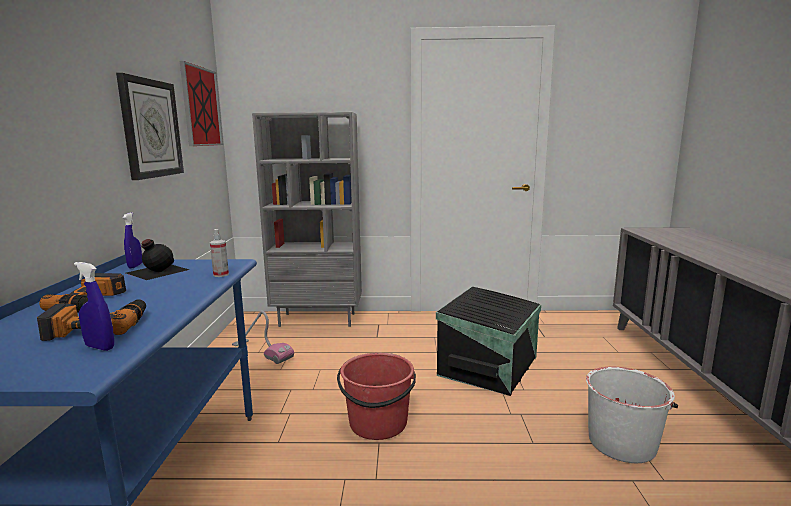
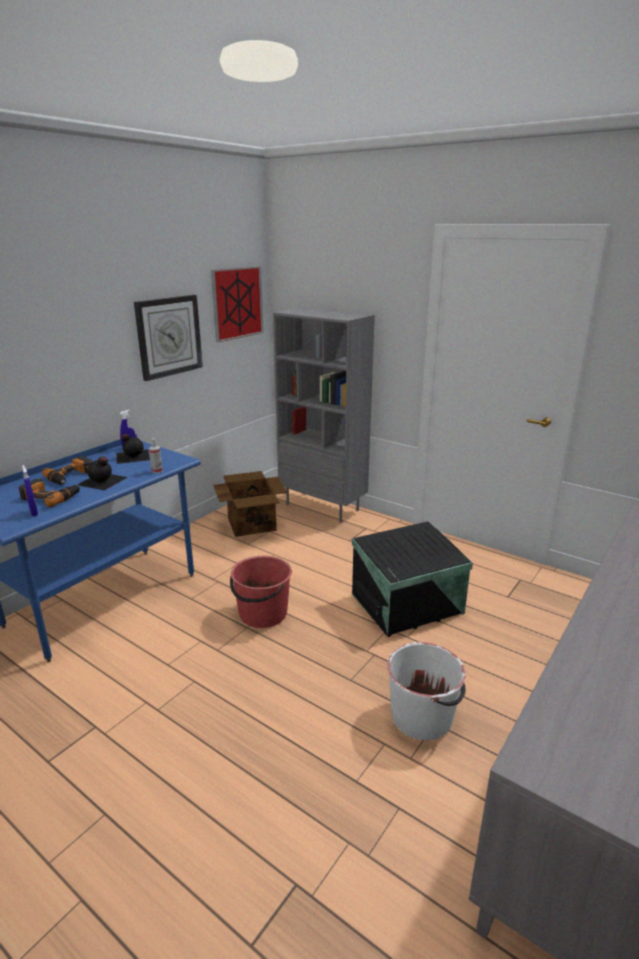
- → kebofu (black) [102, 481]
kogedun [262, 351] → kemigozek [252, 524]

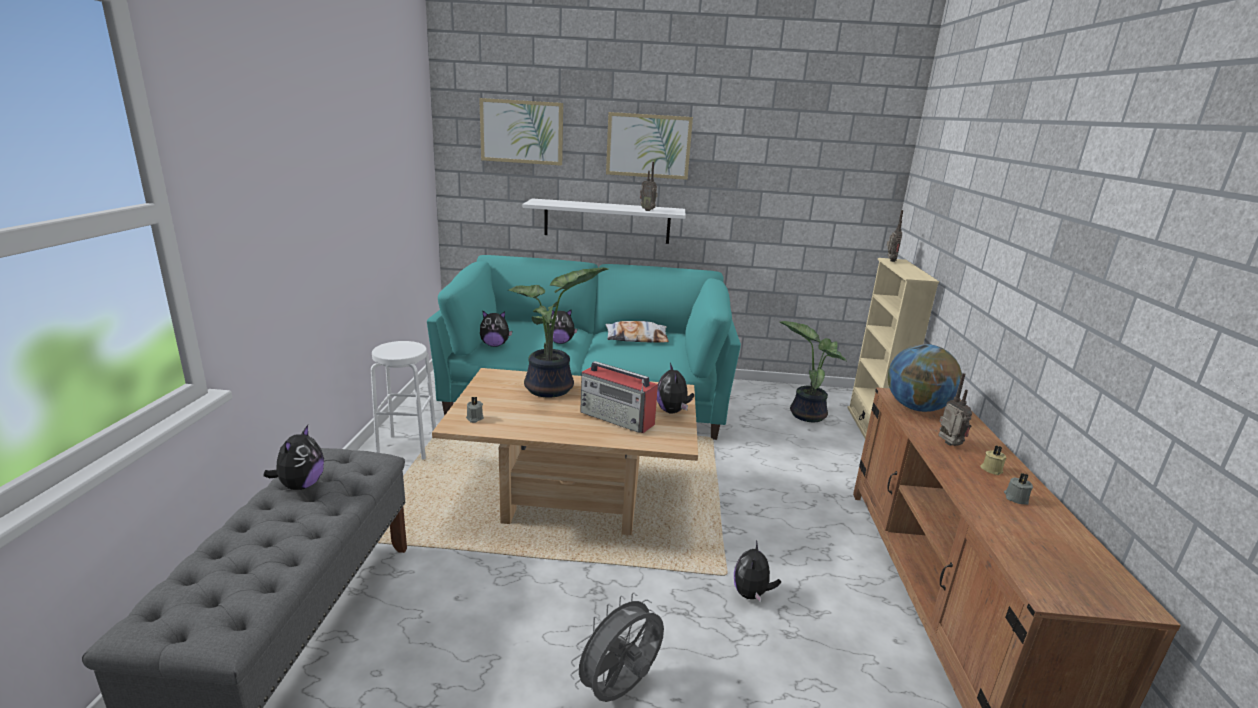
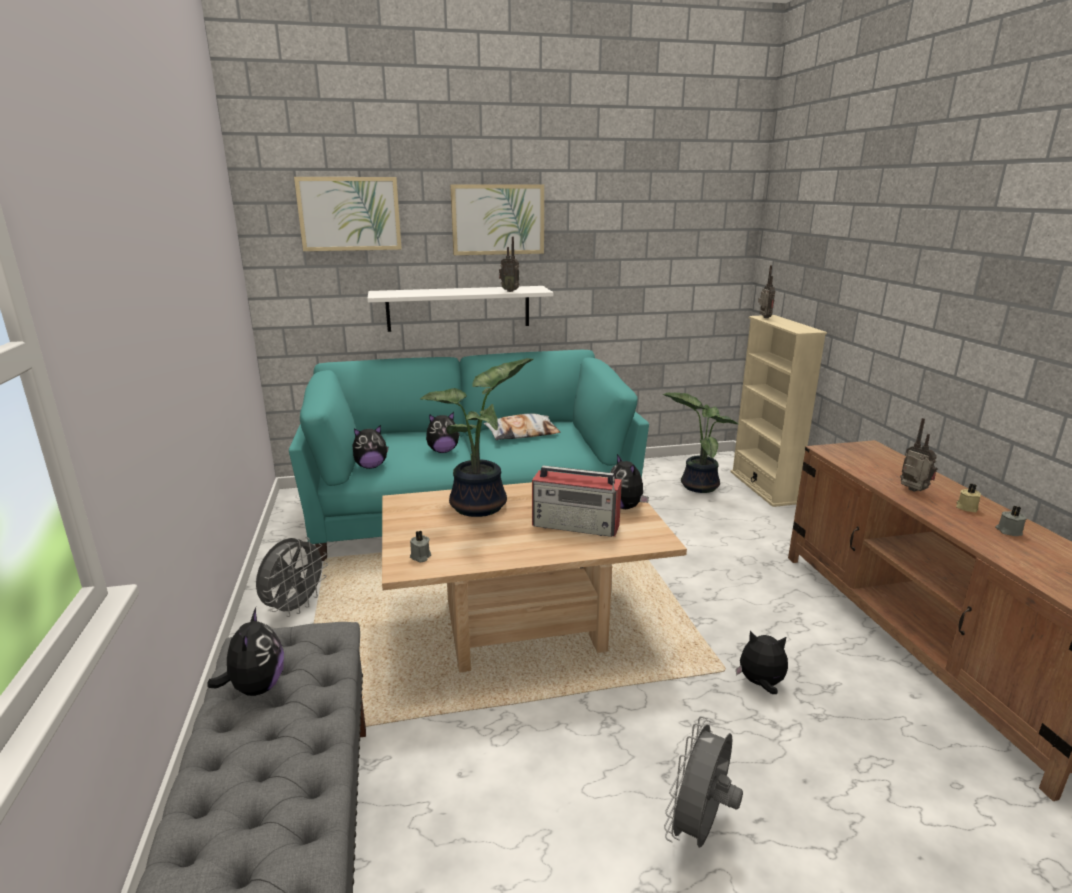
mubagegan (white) [407, 447] → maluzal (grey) [295, 607]
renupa [751, 594] → renupa [760, 684], 105 degrees clockwise
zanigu [916, 408] → -

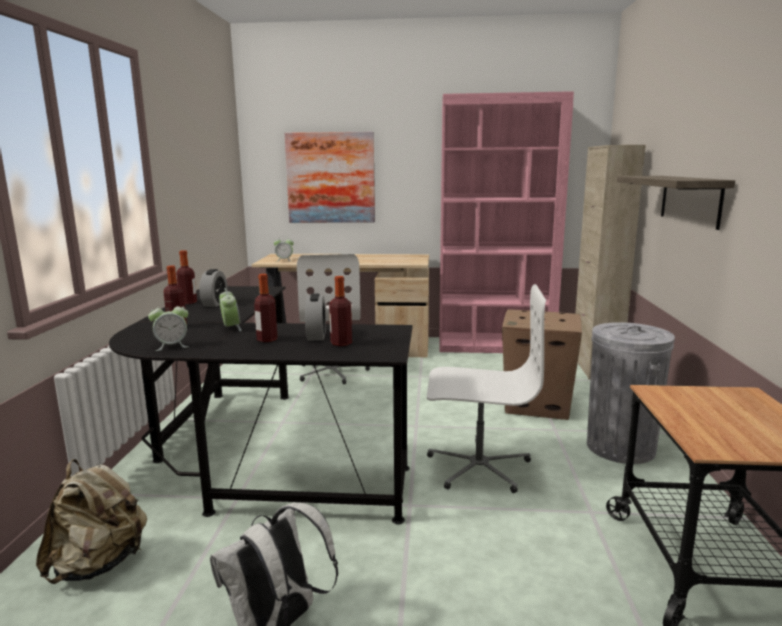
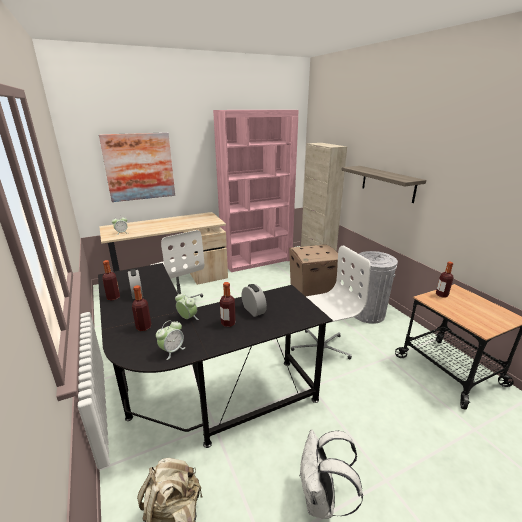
kebofu [341, 343] → kebofu [441, 295], shifted

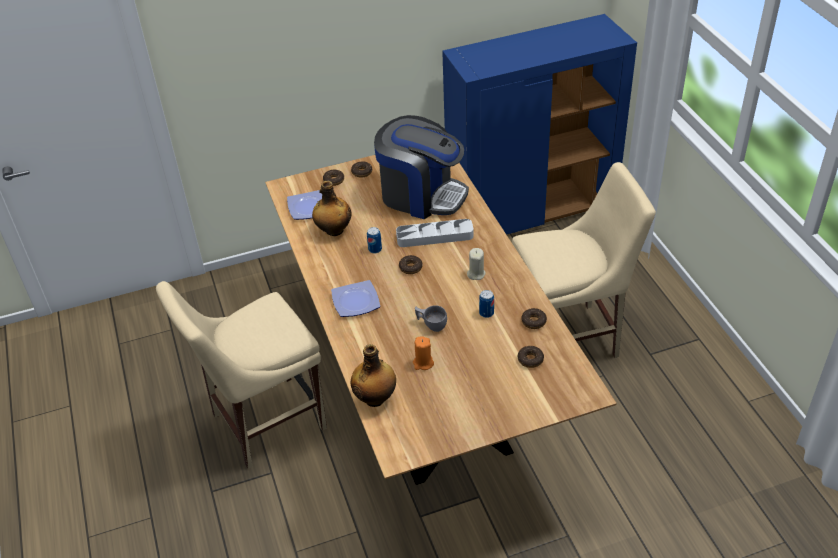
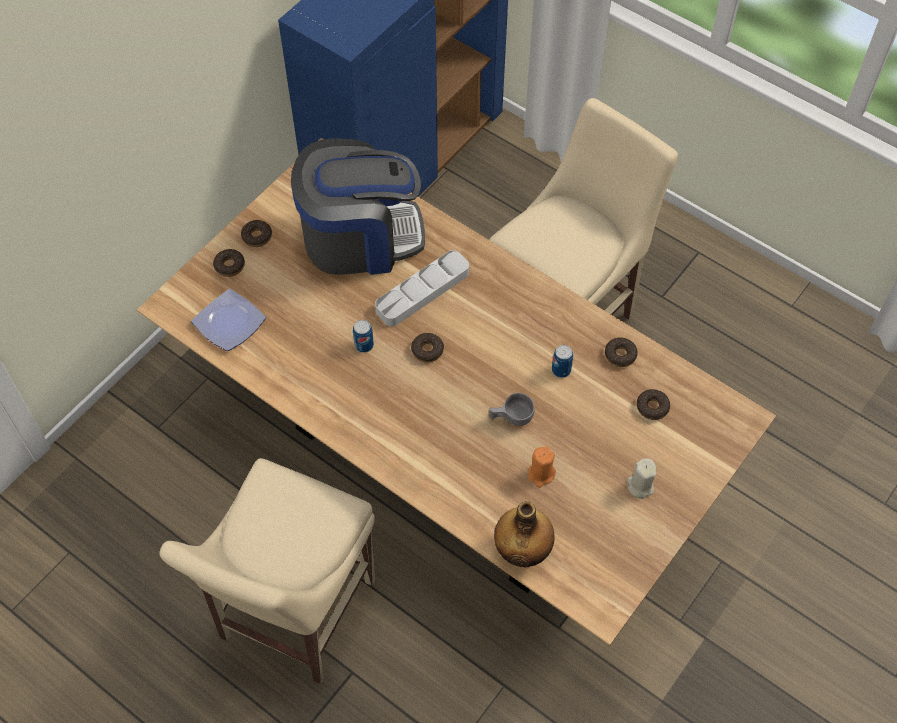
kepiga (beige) [476, 274] → kepiga (beige) [640, 486], shifted
kebofu [333, 230] → -
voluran [355, 302] → -

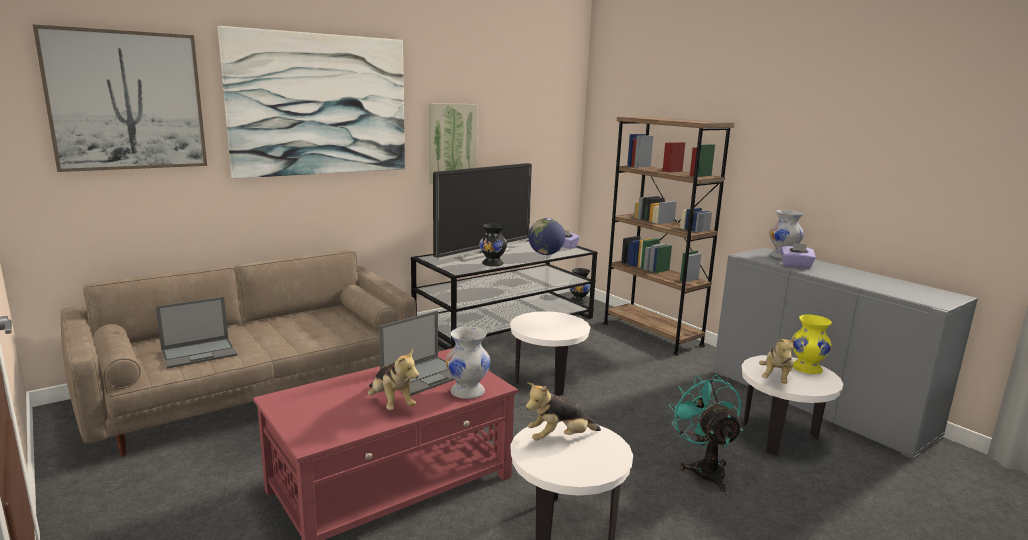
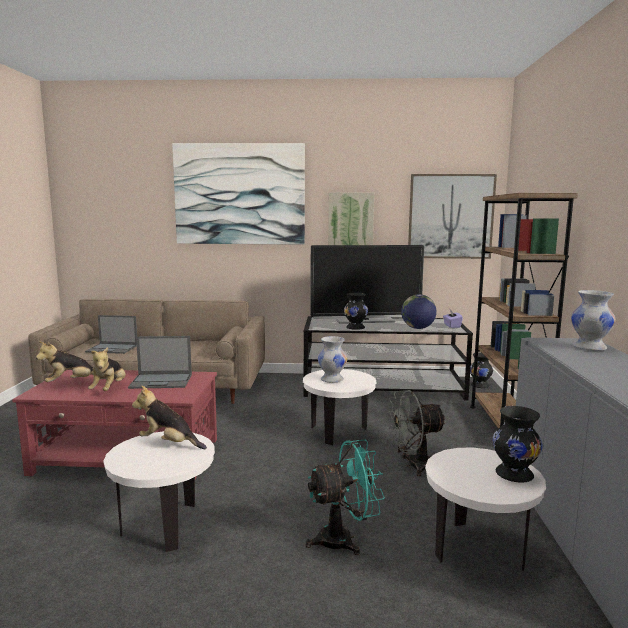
renupa [776, 378] → renupa [71, 383], shifted
maluzal (turquoise) [704, 469] → maluzal (turquoise) [344, 539], 45 degrees clockwise
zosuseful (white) [468, 392] → zosuseful (white) [332, 380], shifted
- → maluzal (grey) [414, 466]
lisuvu [127, 101] → lisuvu [450, 216], shifted
zosuseful (yellow) [806, 368] → zosuseful (black) [514, 474]
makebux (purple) [796, 265] → -

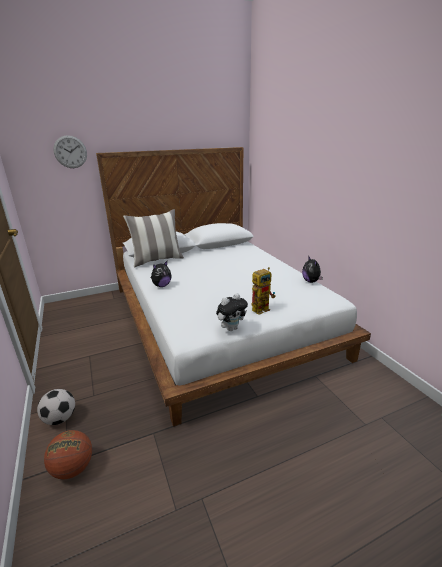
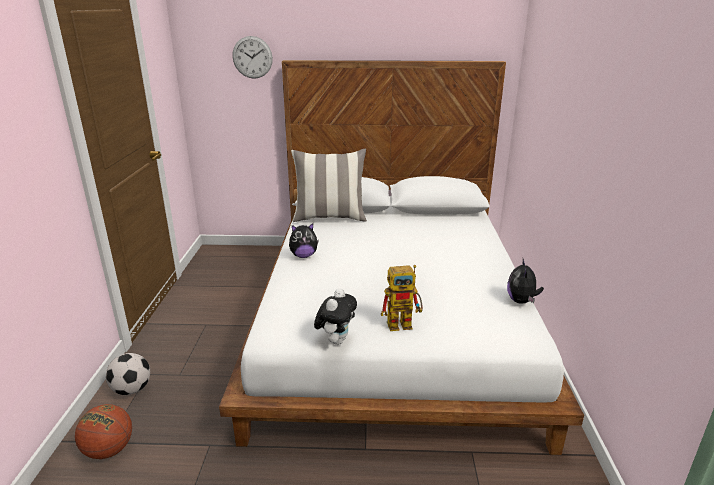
renupa [231, 328] → renupa [336, 340], 60 degrees counterclockwise

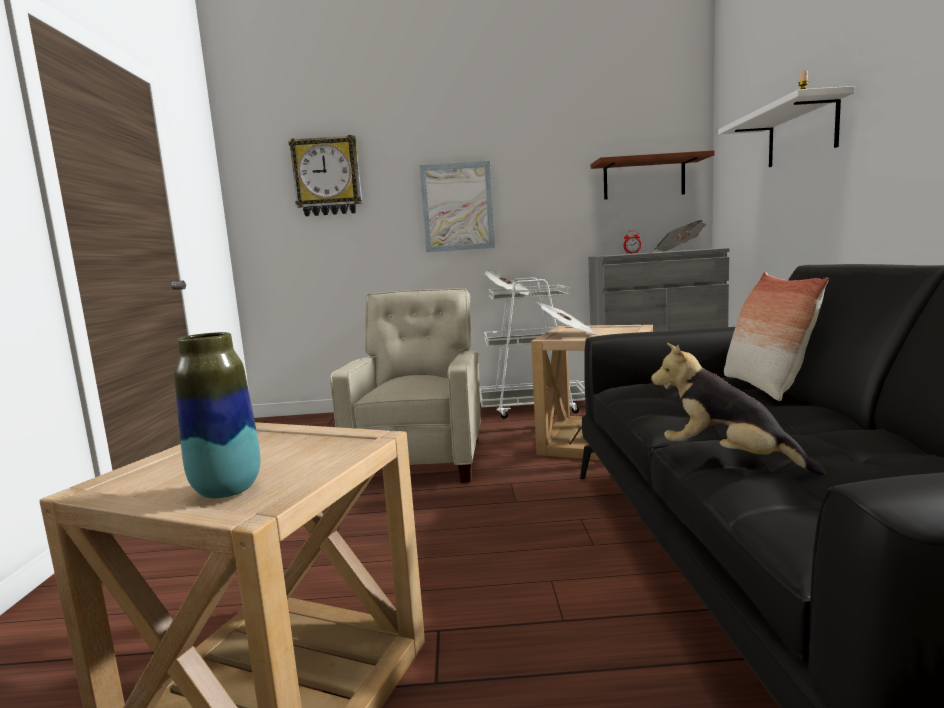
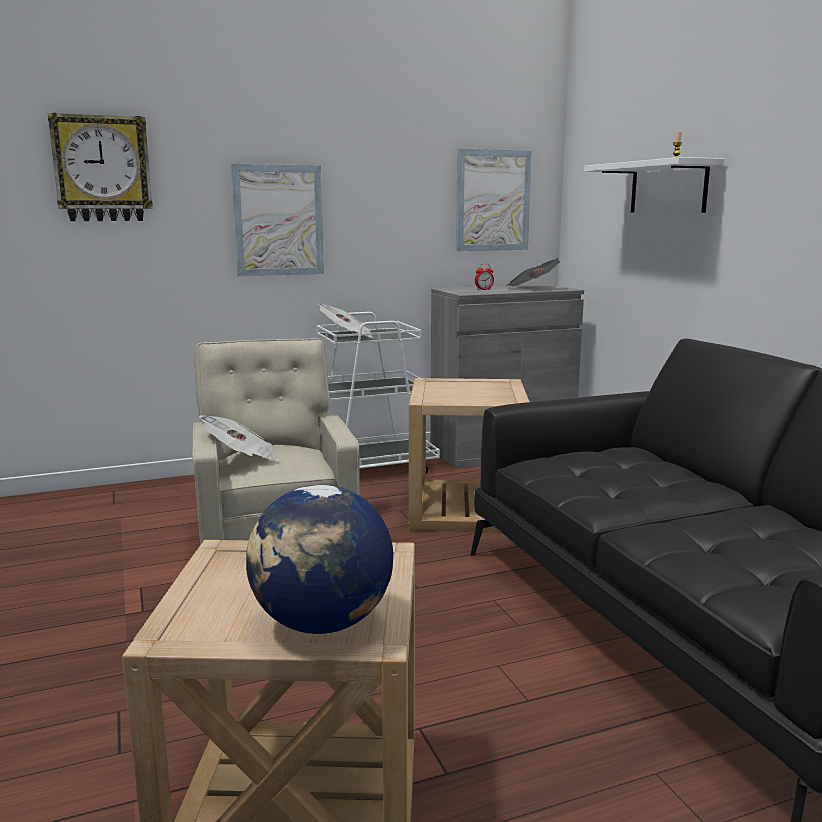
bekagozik [568, 334] → bekagozik [242, 458], shifted
zosuseful [227, 490] → zanigu [322, 624]
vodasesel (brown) [644, 179] → lisuvu [492, 200]
renupa [728, 459] → -
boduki [764, 387] → -

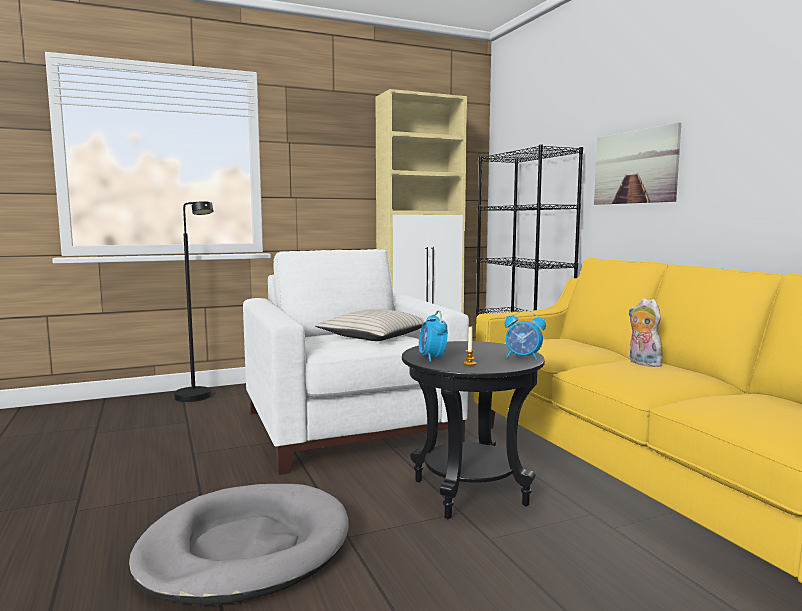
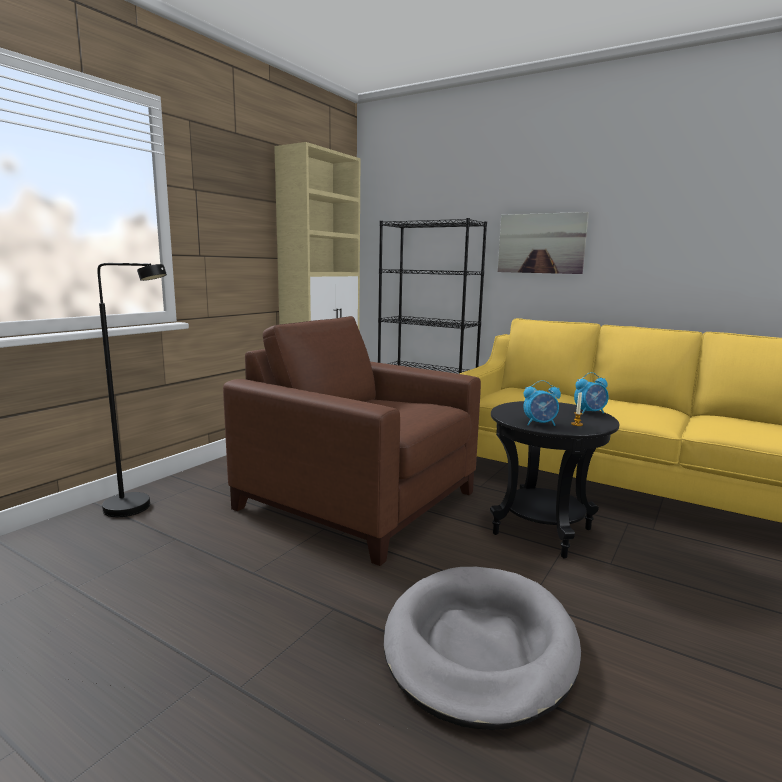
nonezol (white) [350, 428] → nonezol (brown) [361, 500]
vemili [432, 358] → vemili [540, 424], 45 degrees counterclockwise
boduki (beige) [375, 336] → -
renupa [642, 363] → -

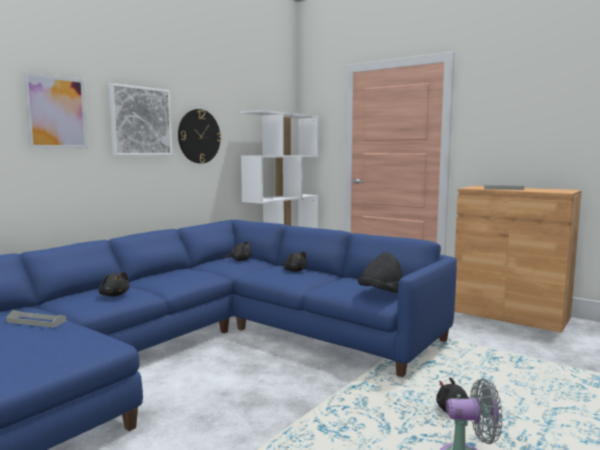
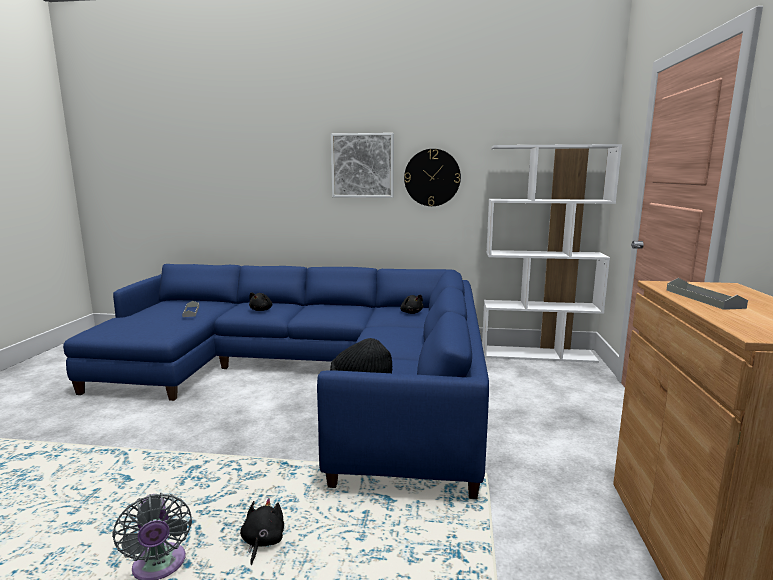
lisuvu [57, 112] → -
renupa (black) [294, 271] → -

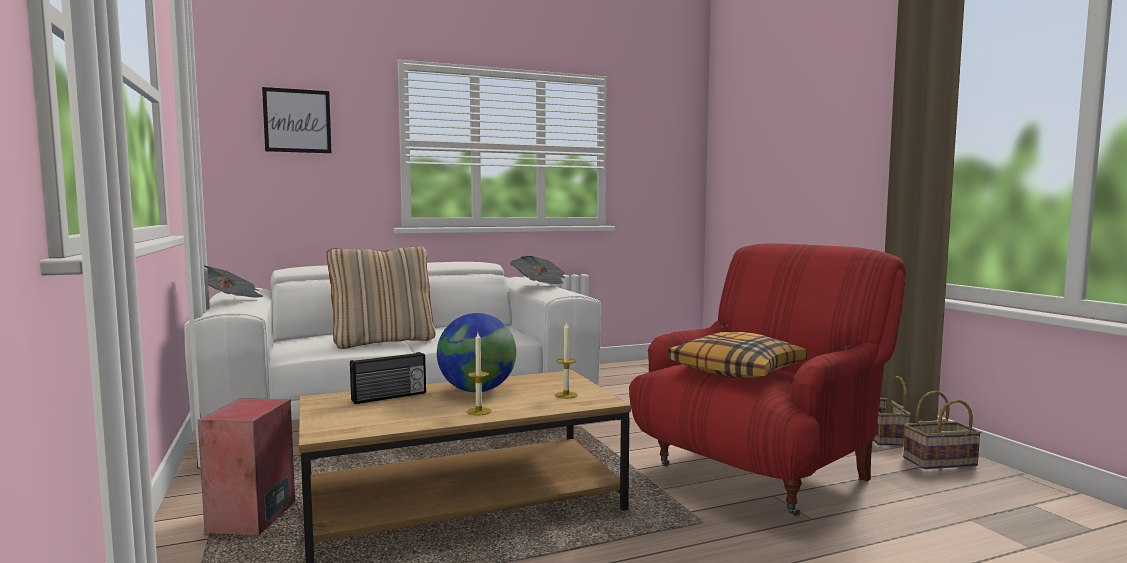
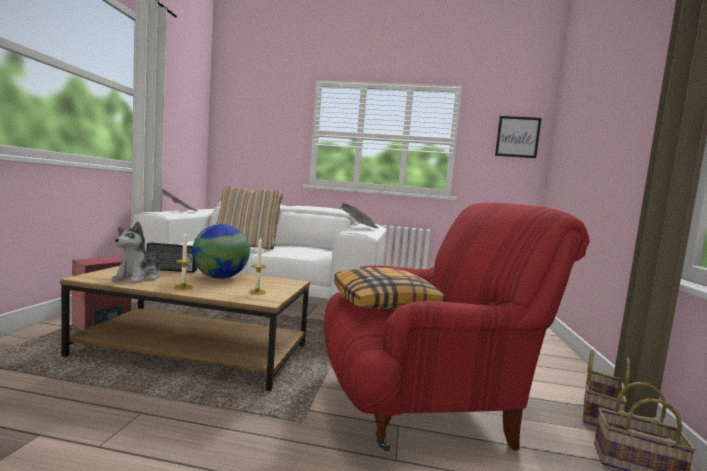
- → renupa [138, 278]
lisuvu [297, 121] → lisuvu [517, 137], shifted

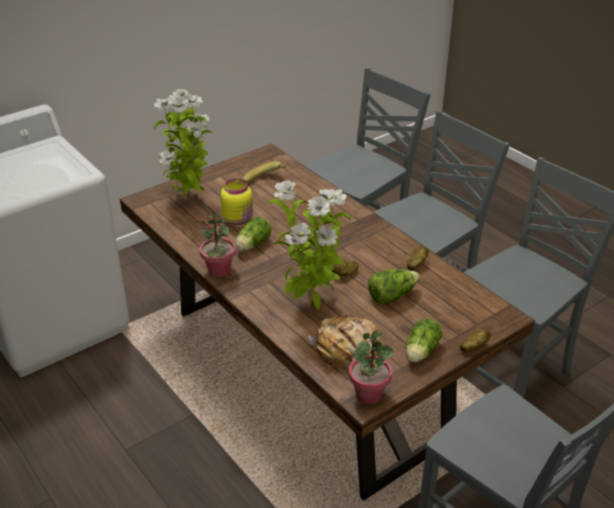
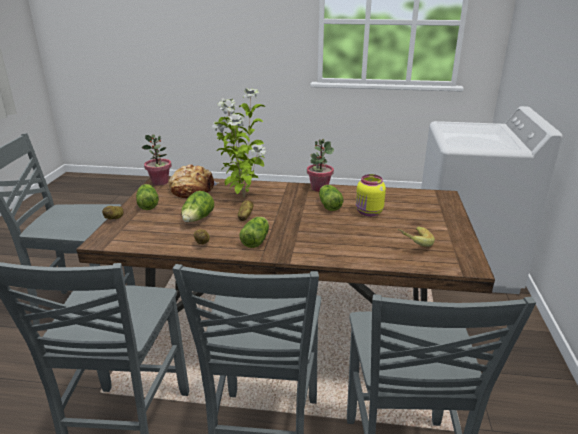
- → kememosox [256, 240]
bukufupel [187, 199] → -

